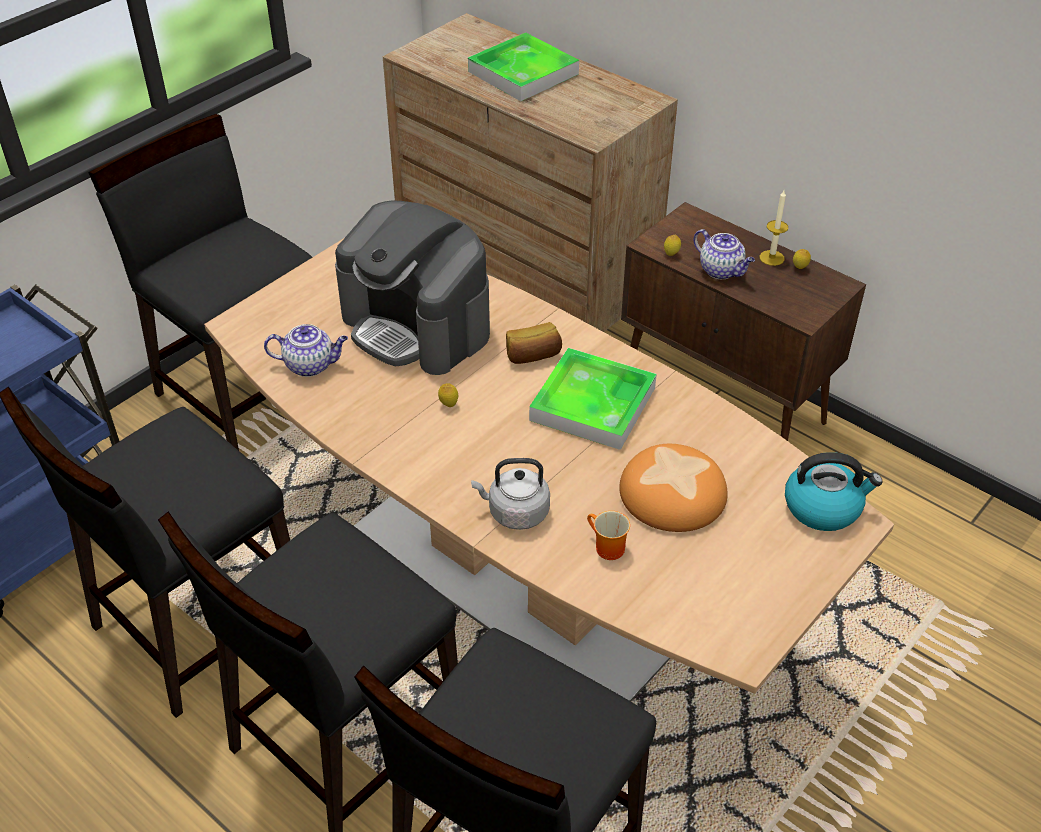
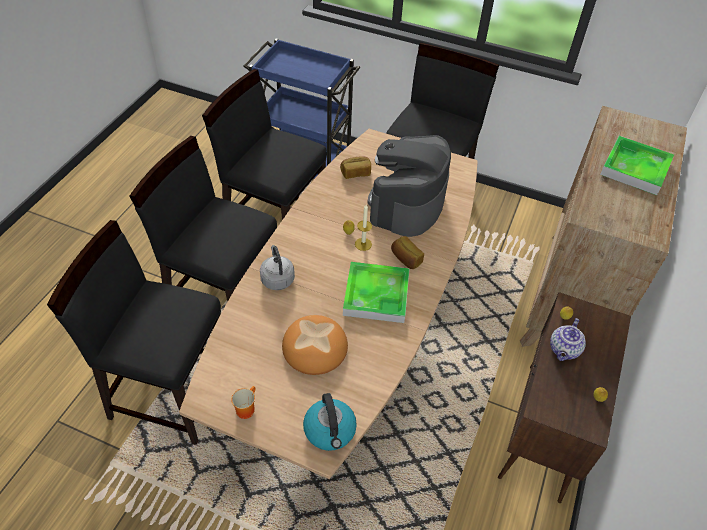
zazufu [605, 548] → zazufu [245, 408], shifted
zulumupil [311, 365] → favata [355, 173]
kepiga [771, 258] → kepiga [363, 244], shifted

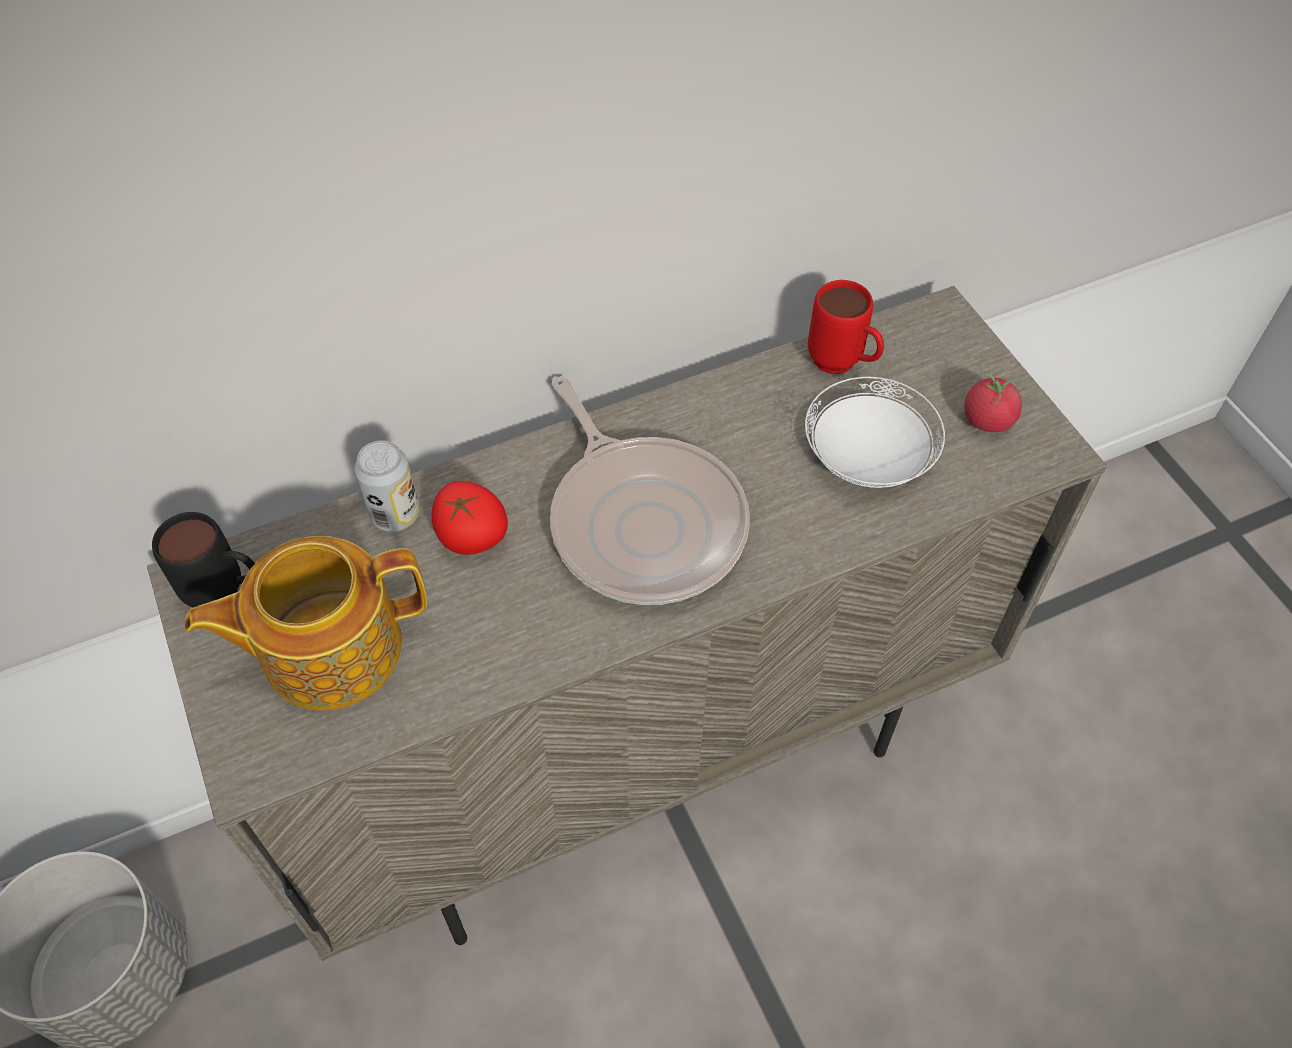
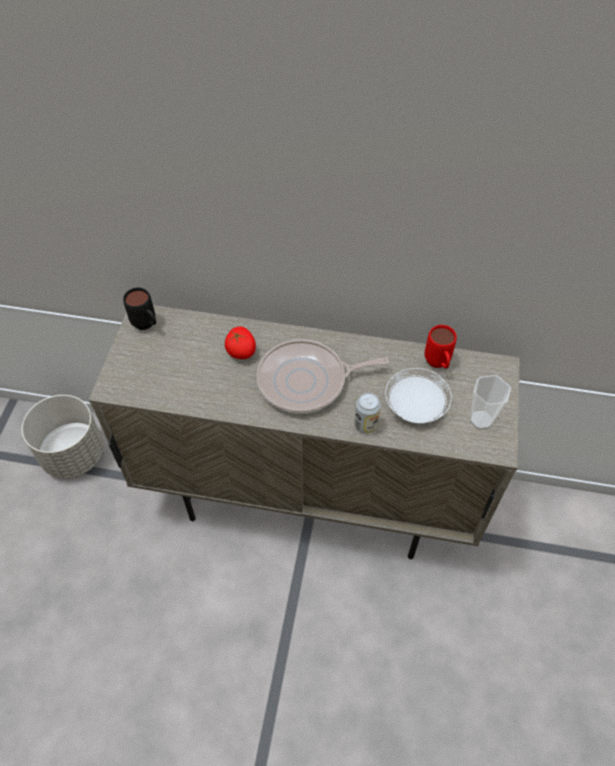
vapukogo [644, 521] → vapukogo [307, 381], 75 degrees clockwise
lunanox [395, 514] → lunanox [365, 425], shifted
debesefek [987, 420] → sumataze [481, 420]
zulumupil [329, 648] → -

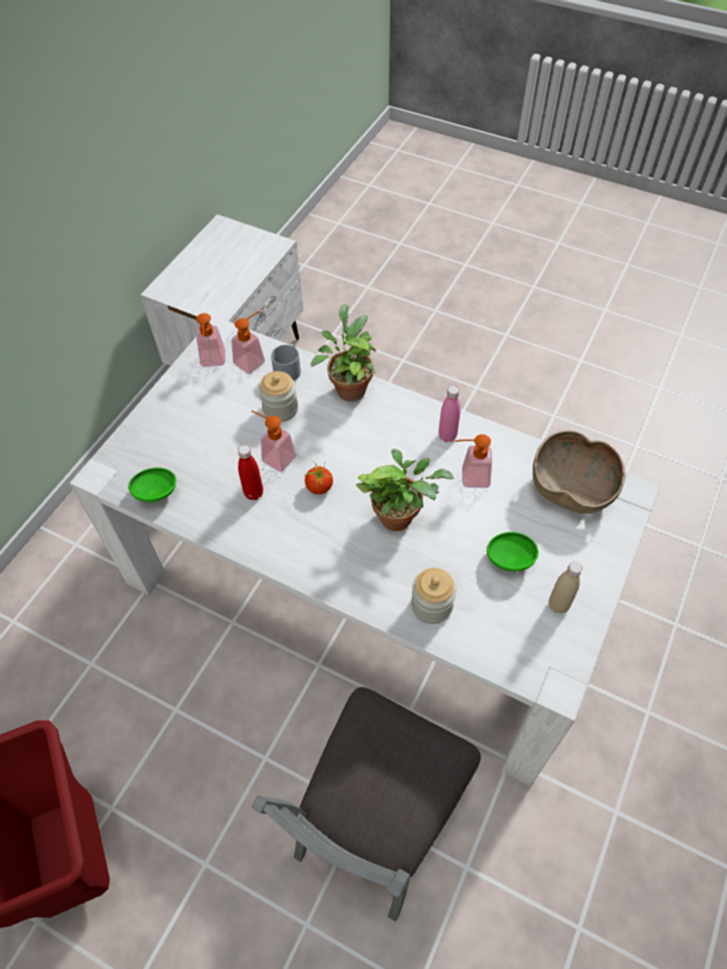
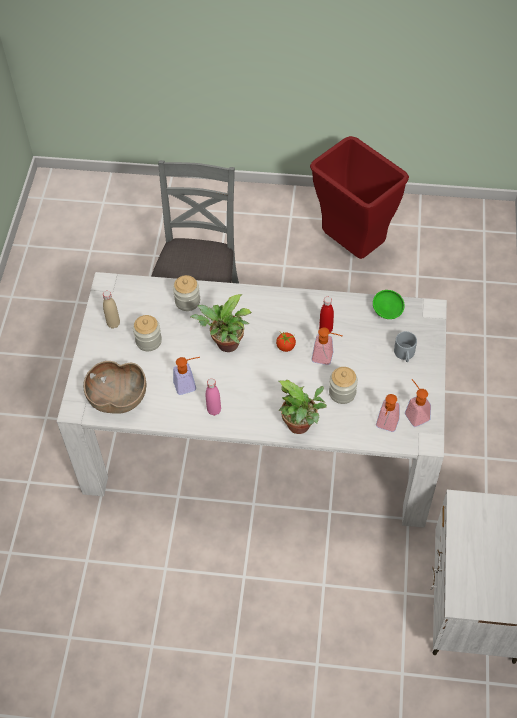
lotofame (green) [509, 558] → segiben [148, 341]
zazufu (grey) [288, 369] → zazufu (grey) [405, 354], shifted

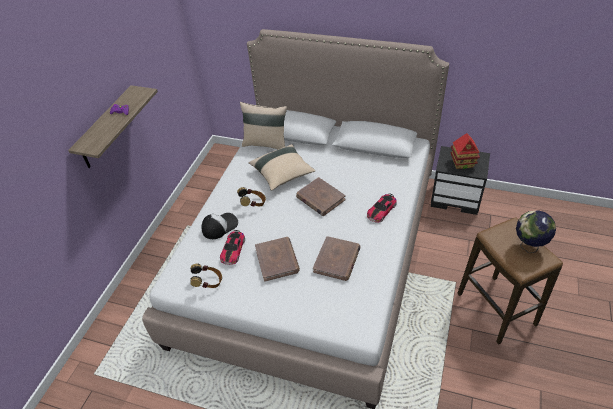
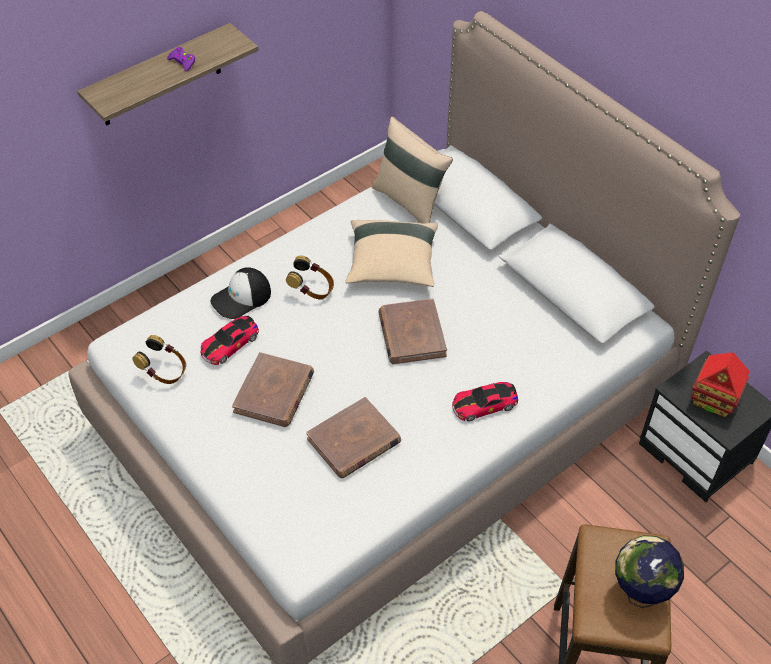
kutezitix [219, 226] → kutezitix [241, 298], 150 degrees clockwise

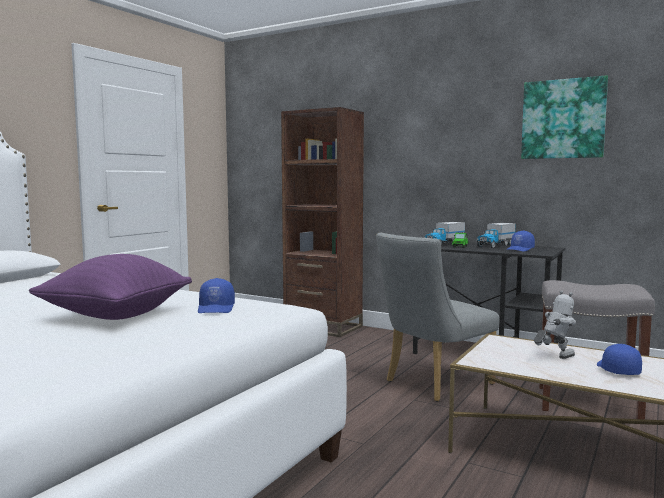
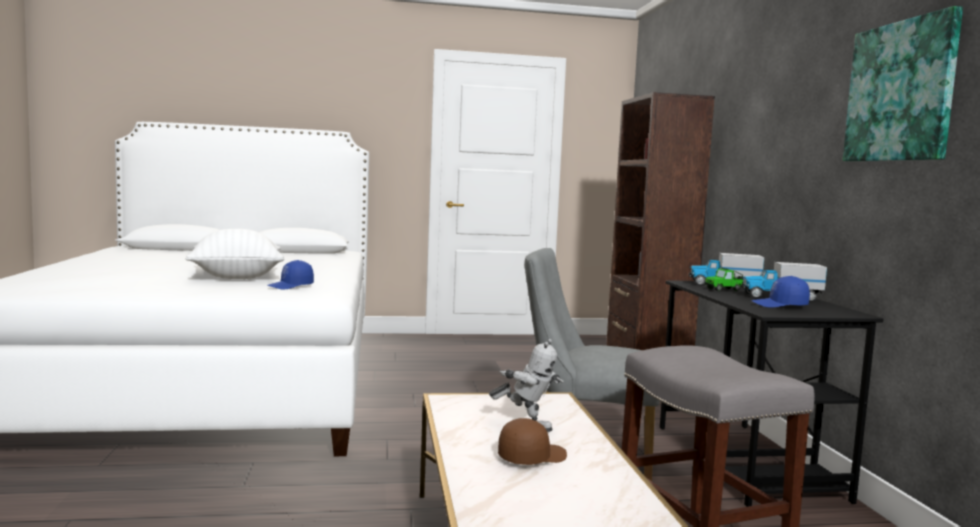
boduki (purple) [116, 316] → boduki (white) [237, 277]
kutezitix (blue) [617, 370] → kutezitix (brown) [531, 457]

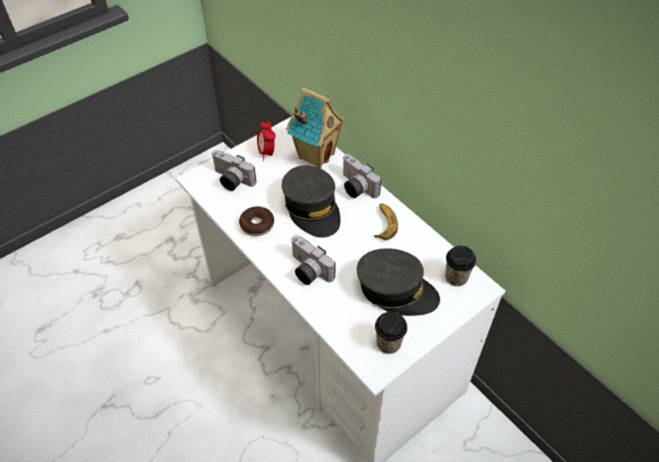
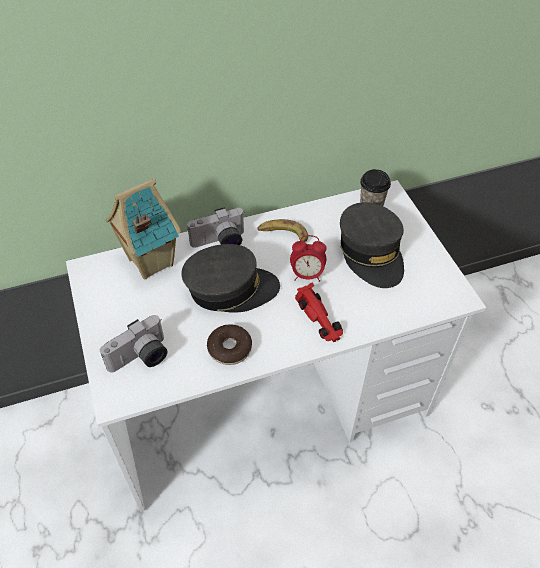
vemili [267, 153] → vemili [307, 275], shifted
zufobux [307, 271] → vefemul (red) [319, 318]
kutezitix (grey) [396, 290] → kutezitix (grey) [371, 253], 120 degrees clockwise
sumataze [388, 343] → -

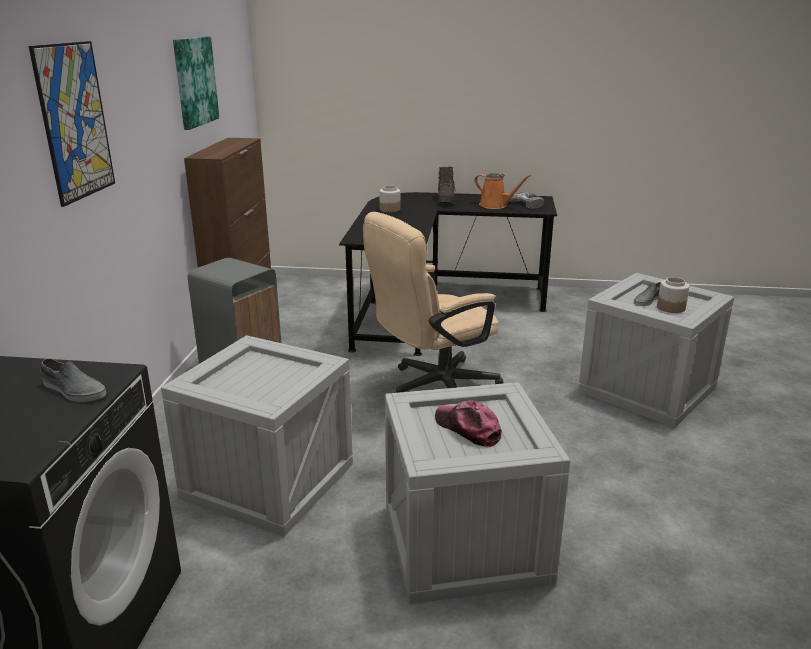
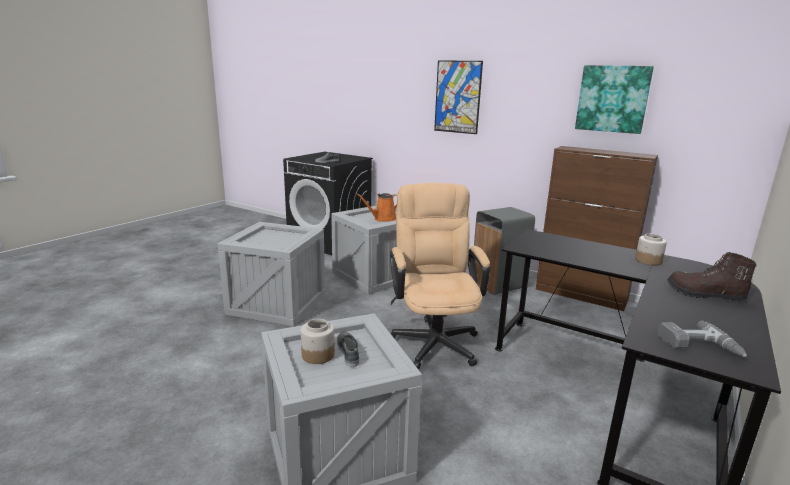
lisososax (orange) [495, 205] → lisososax (orange) [383, 219], shifted
kutezitix [468, 429] → -

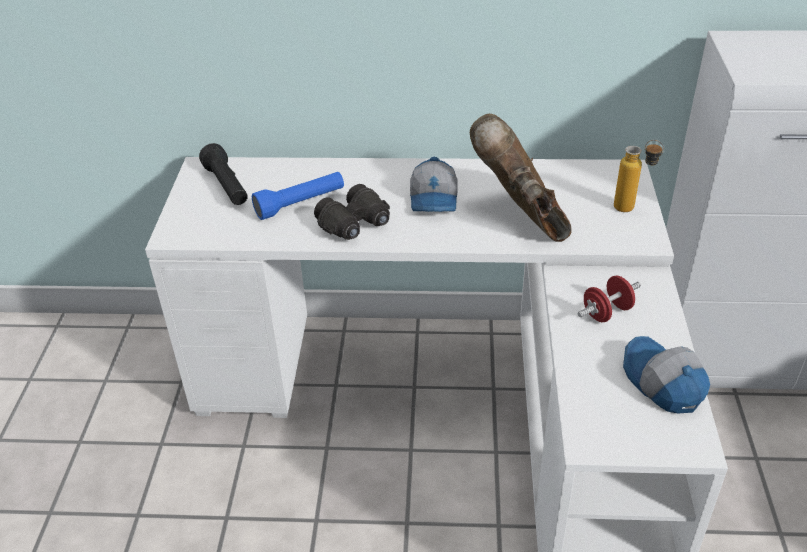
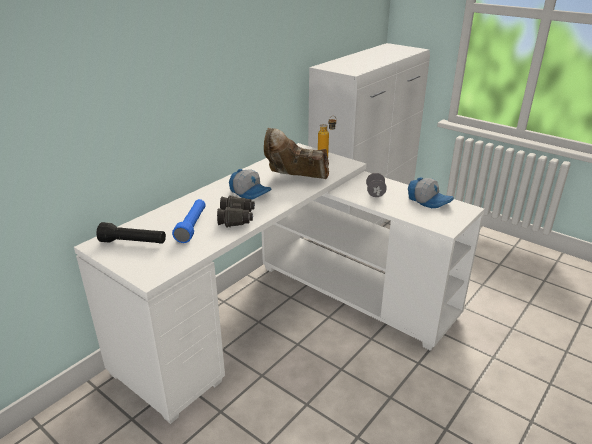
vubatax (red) [606, 312] → vubatax (grey) [375, 193]
kutezitix [661, 383] → kutezitix [429, 200], 150 degrees counterclockwise

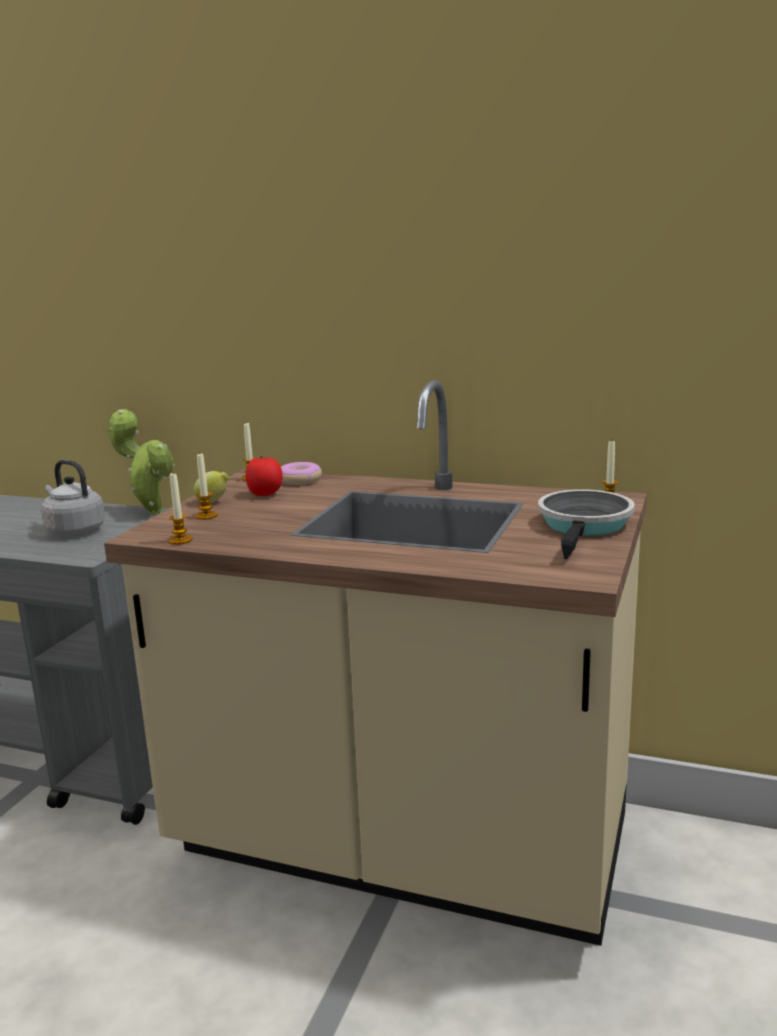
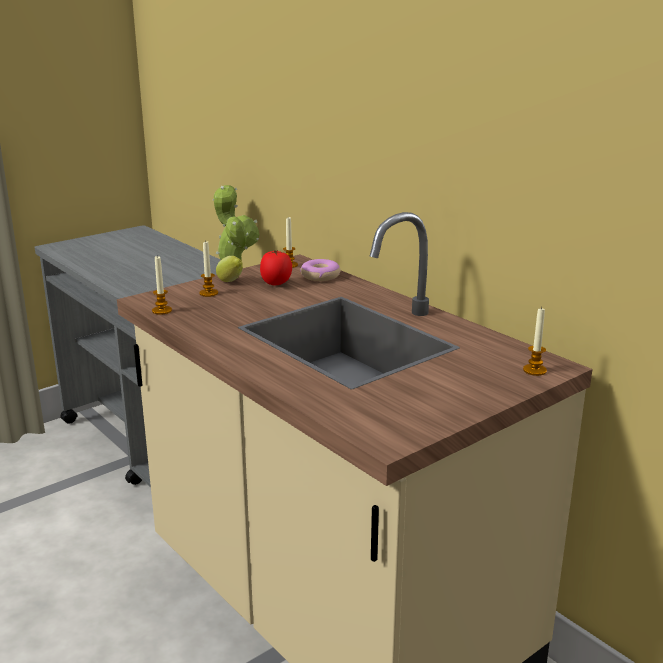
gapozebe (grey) [74, 530] → -
vapukogo [584, 526] → -

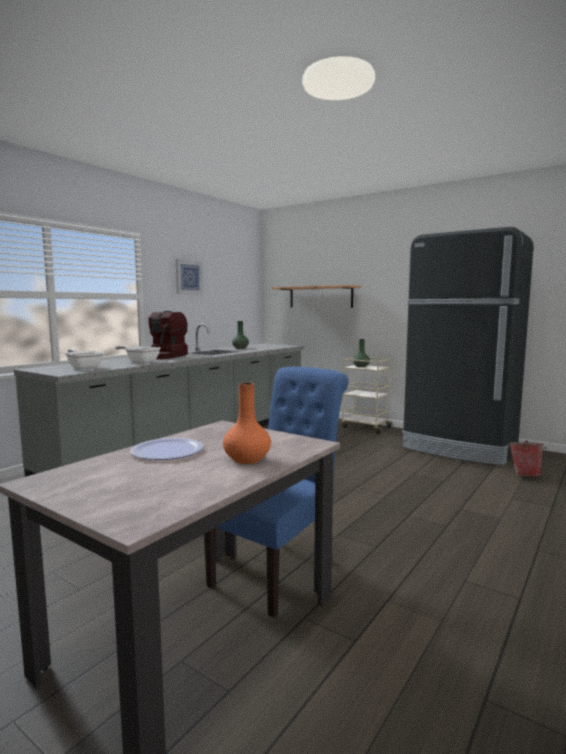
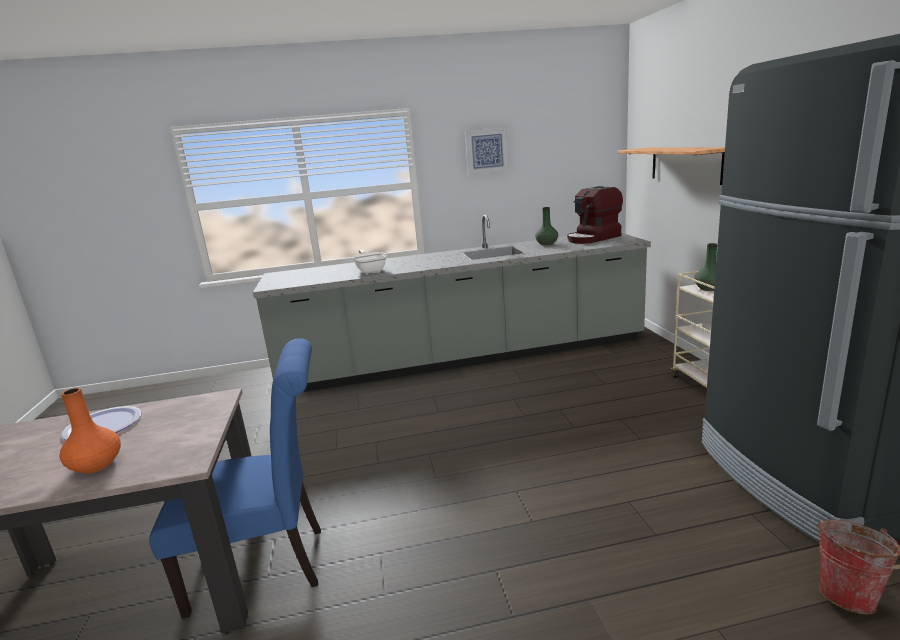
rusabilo [166, 356] → rusabilo [593, 238], shifted
vapukogo [84, 367] → -

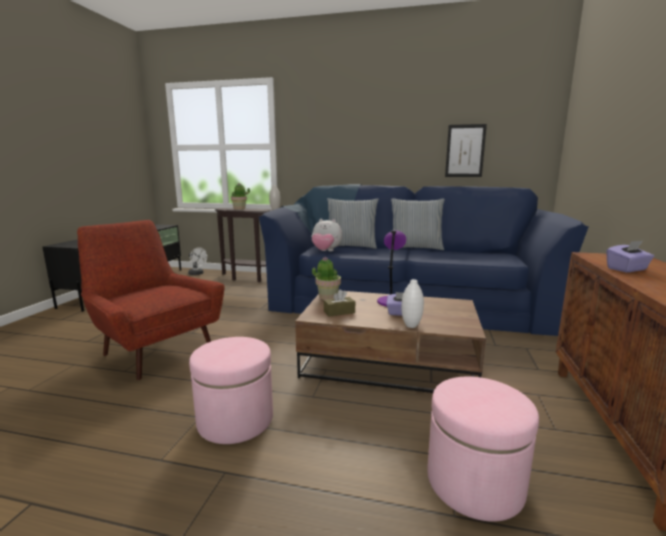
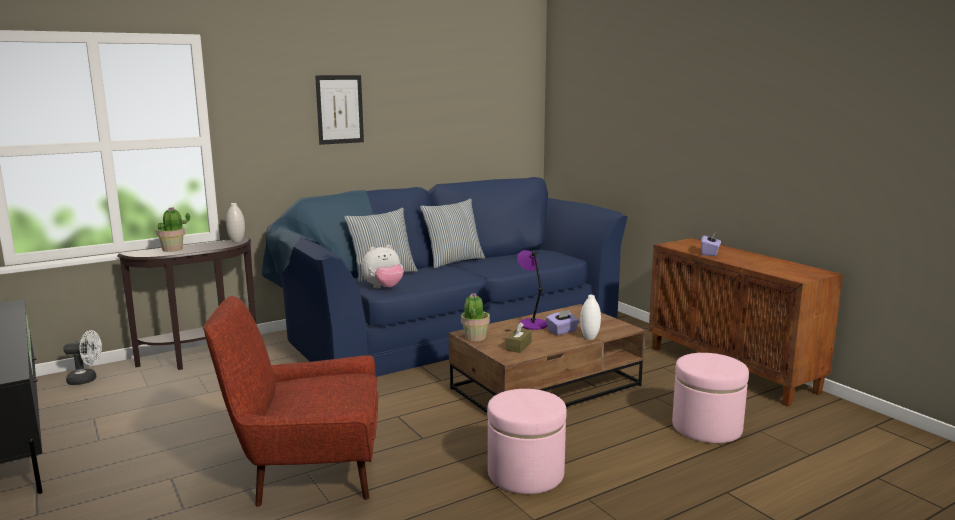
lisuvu [465, 151] → lisuvu [340, 109], shifted

